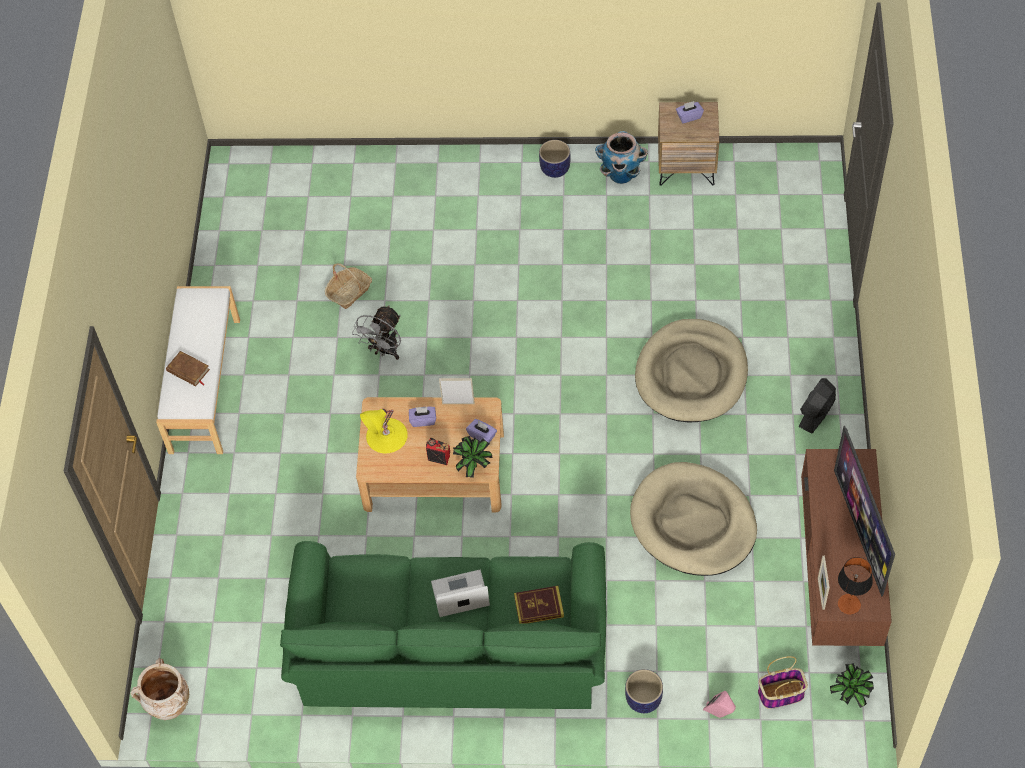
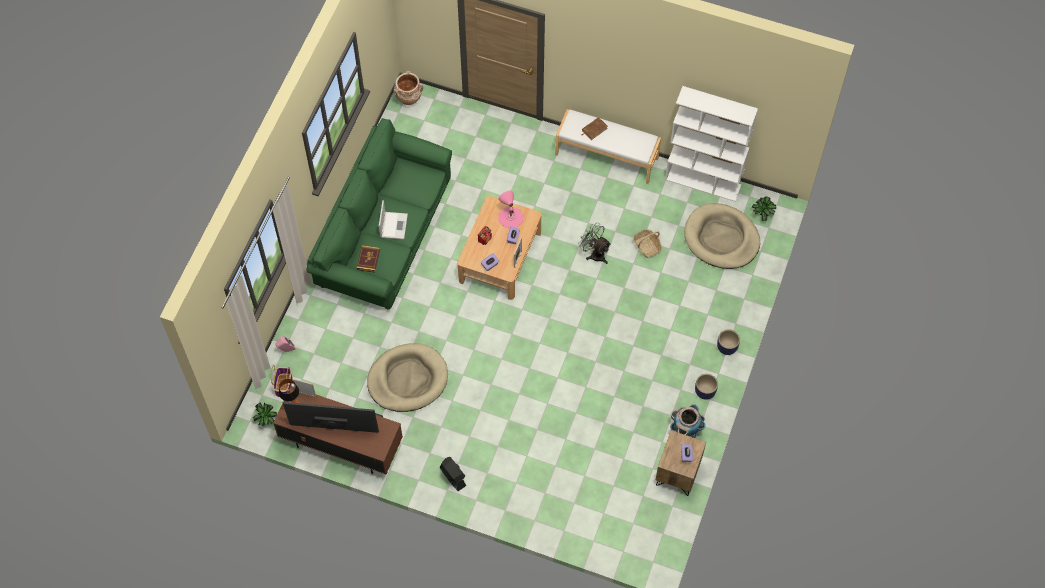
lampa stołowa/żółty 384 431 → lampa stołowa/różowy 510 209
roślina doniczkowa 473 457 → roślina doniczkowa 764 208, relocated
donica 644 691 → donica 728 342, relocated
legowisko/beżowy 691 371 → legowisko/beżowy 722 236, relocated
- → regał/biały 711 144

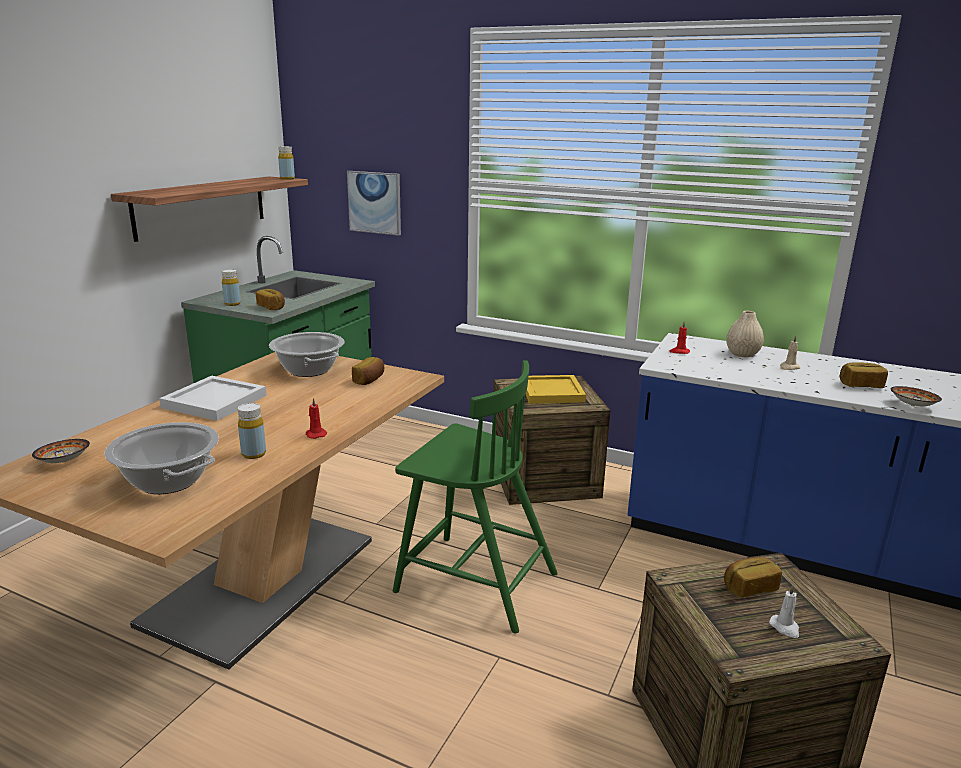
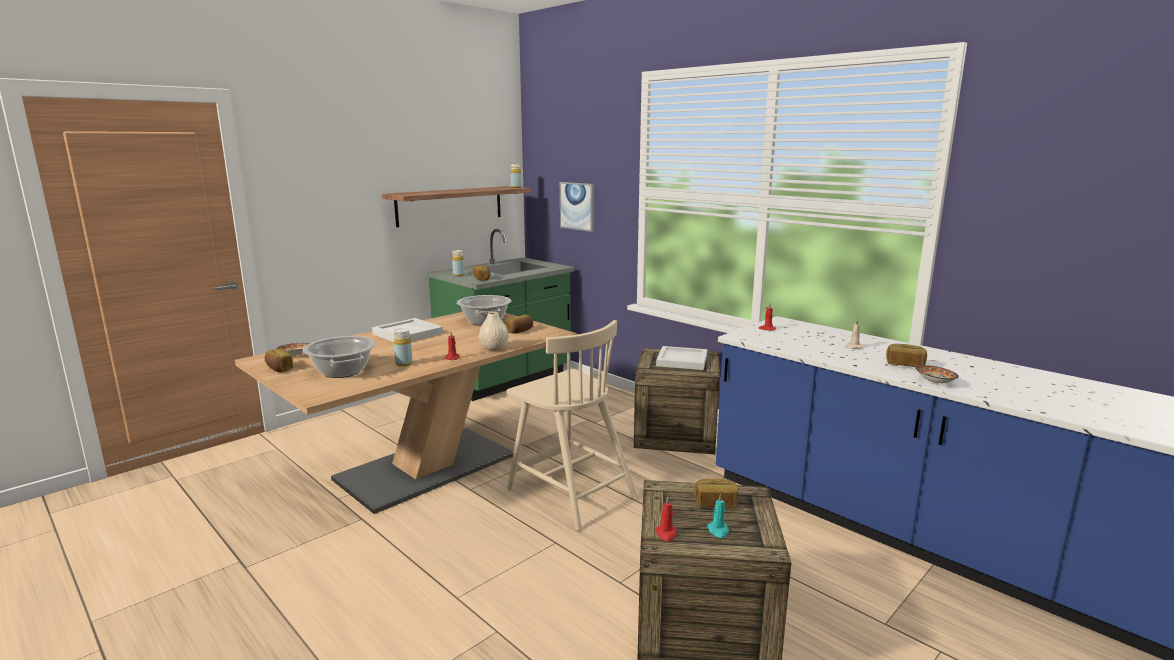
krzesło/zielony 475 497 → krzesło/beżowy 572 425
taca/żółty 555 389 → taca/biały 681 358
wazon/beżowy 745 334 → wazon/beżowy 494 331, relocated
świeca/biały 784 611 → świeca/turkusowy 718 515
- → chleb 279 360
- → świeca/czerwony 666 519

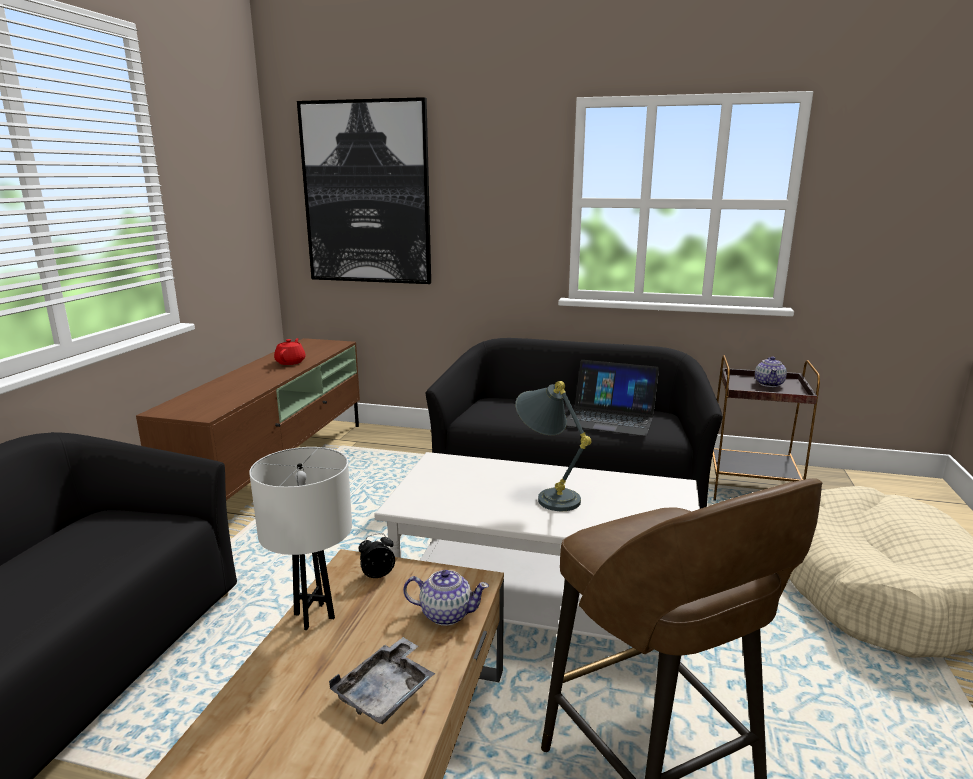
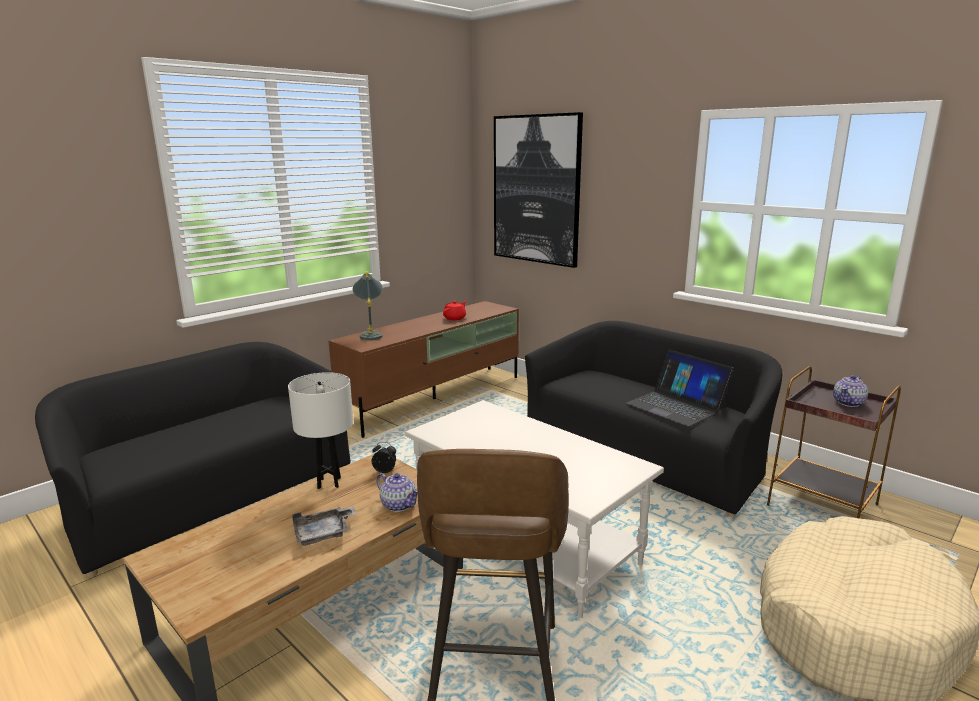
lampa stołowa/szary 553 446 → lampa stołowa/szary 368 305, relocated

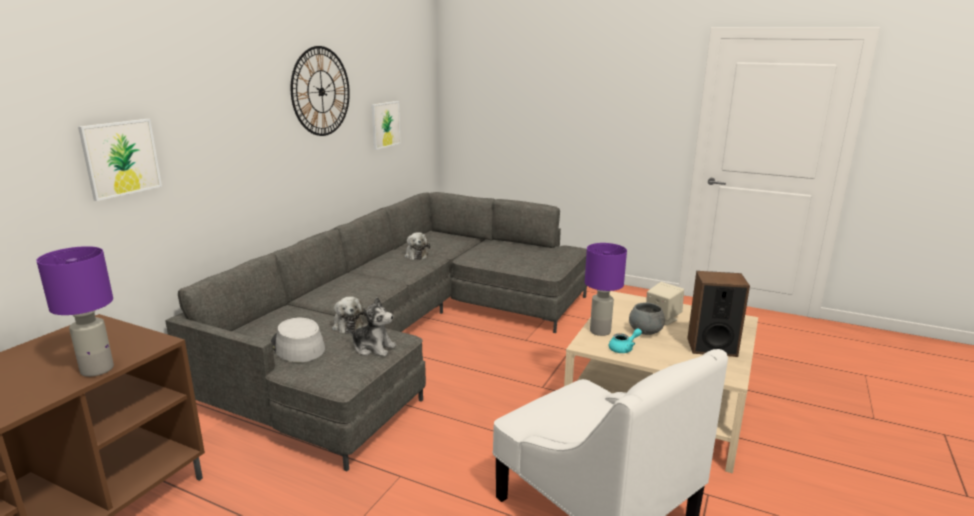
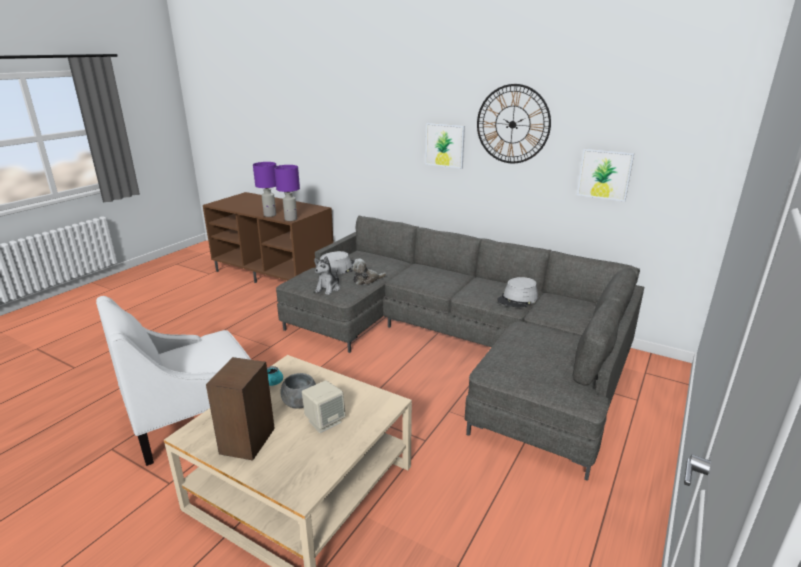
obraz 120 160 → obraz 445 146, relocated
pluszak 417 246 → kapelusz/szary 517 292
lampa stołowa/fioletowy 606 289 → lampa stołowa/fioletowy 287 193, relocated

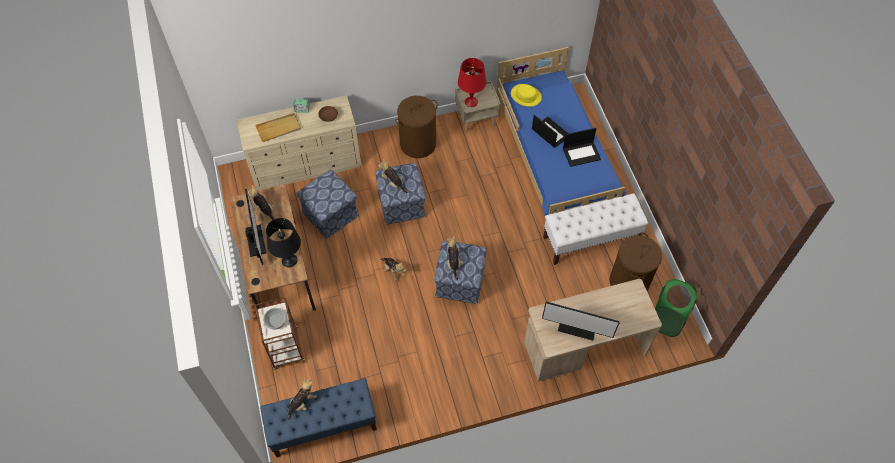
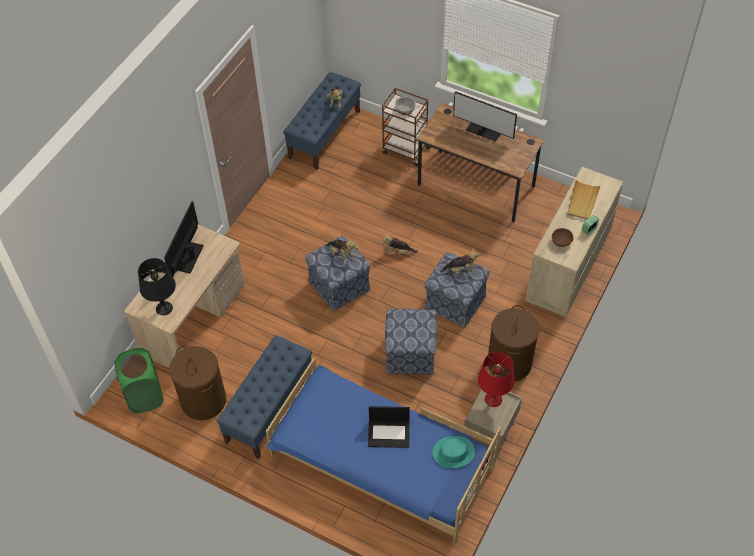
pluszak 261 202 → -
lampa stołowa/czarny 283 242 → lampa stołowa/czarny 157 287, relocated
pufa 327 204 → pufa 411 342, relocated
kapelusz/żółty 526 95 → kapelusz/turkusowy 453 452
monitor 581 321 → monitor 184 238, 45 degrees counterclockwise
ławka/biały 595 229 → ławka/niebieski 264 397
laptop 582 147 → -

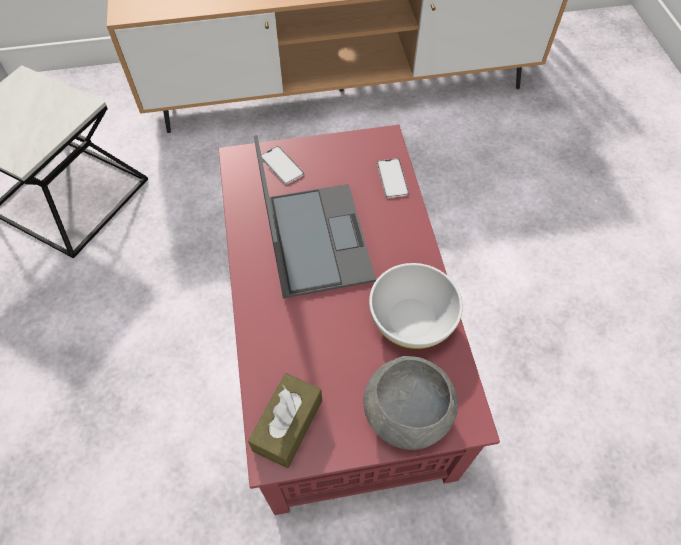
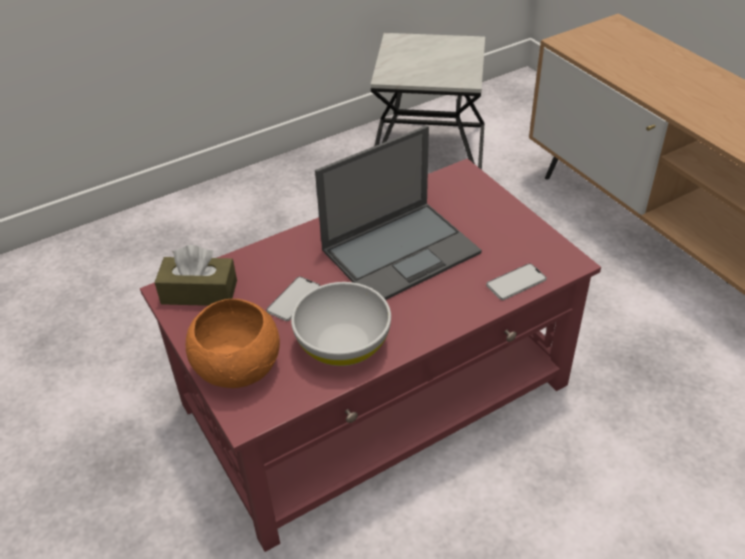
telefon 282 165 → telefon 293 299, relocated
miska/szary 410 403 → miska/pomarańczowy 233 343

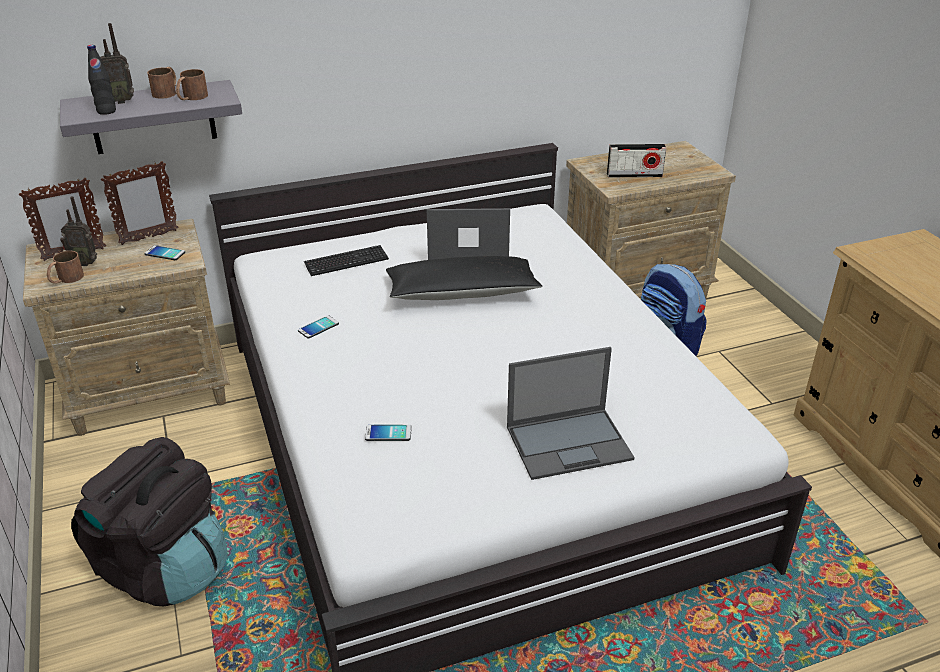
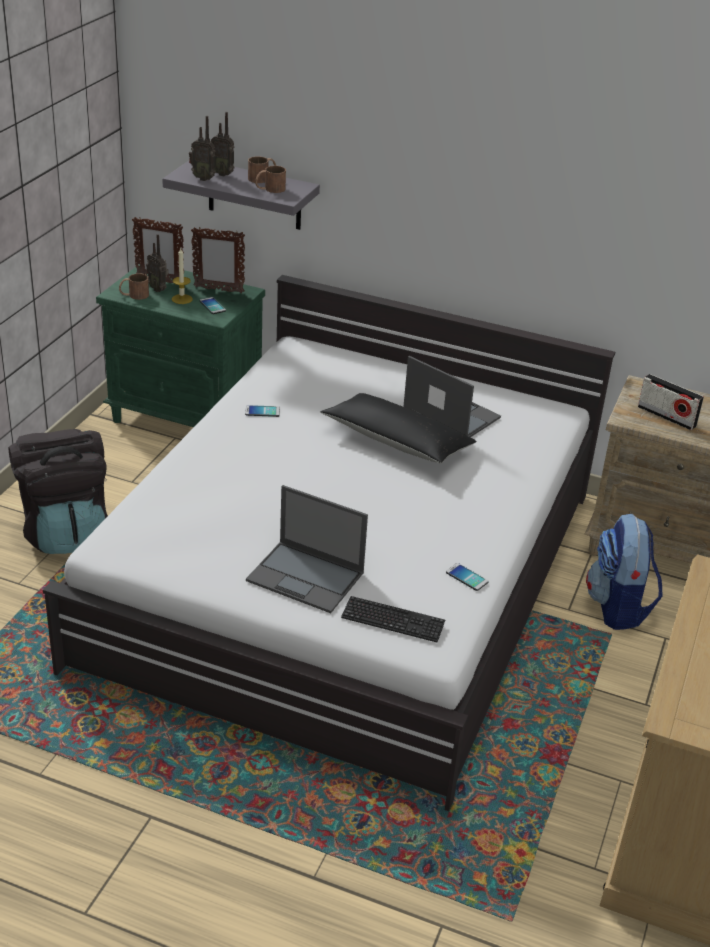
szafka nocna/beżowy 126 327 → szafka nocna/zielony 180 345
butelka/czarny 101 80 → radio 202 148
klawiatura 346 260 → klawiatura 393 619, relocated
telefon 388 433 → telefon 467 577, relocated
- → świeca 182 276

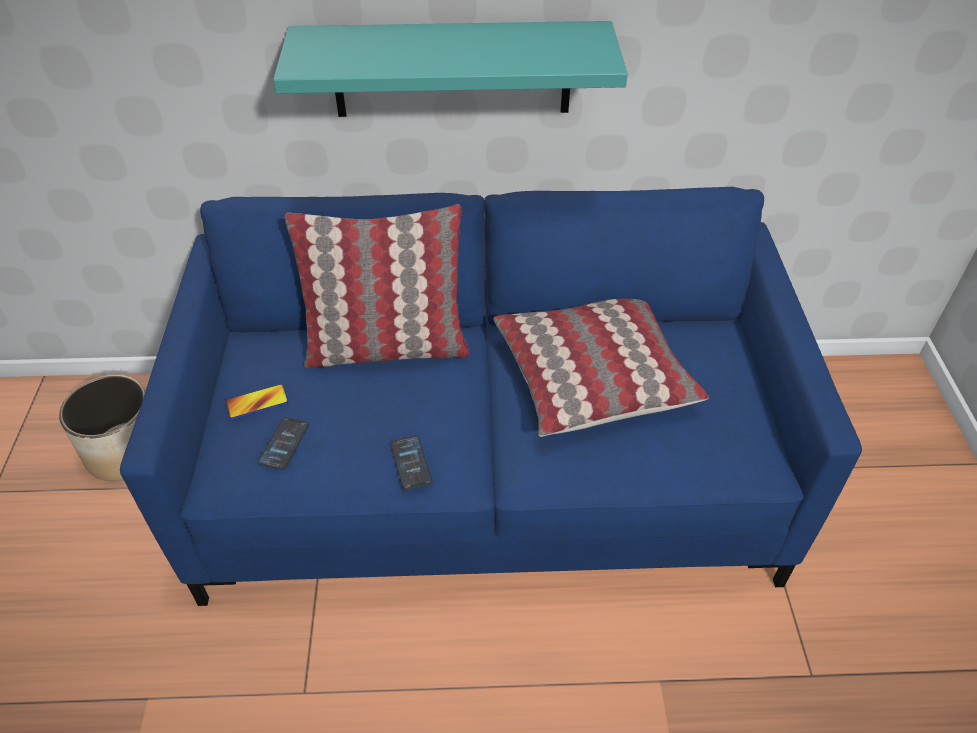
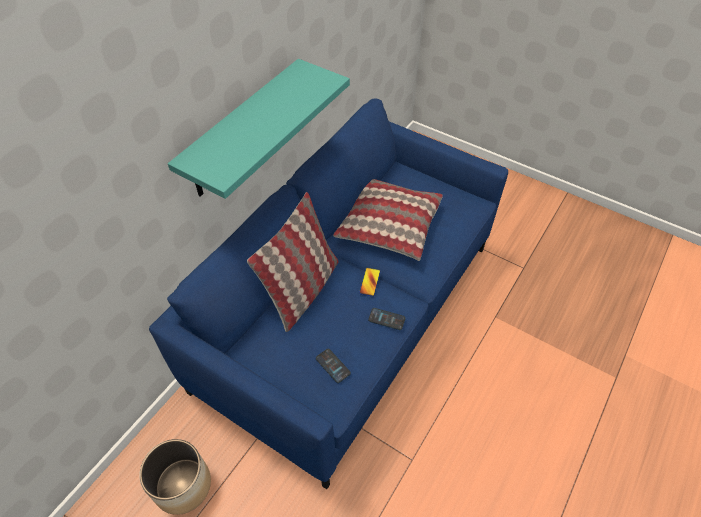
telefon 257 402 → telefon 369 282, relocated

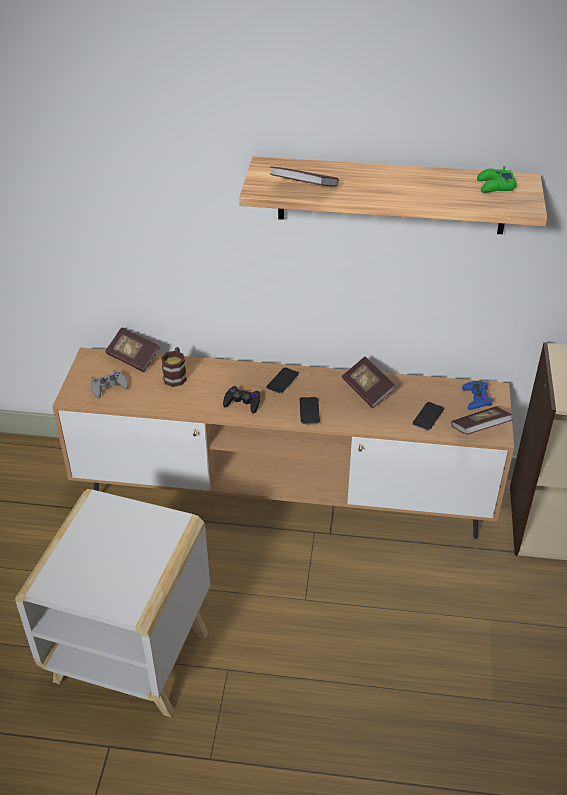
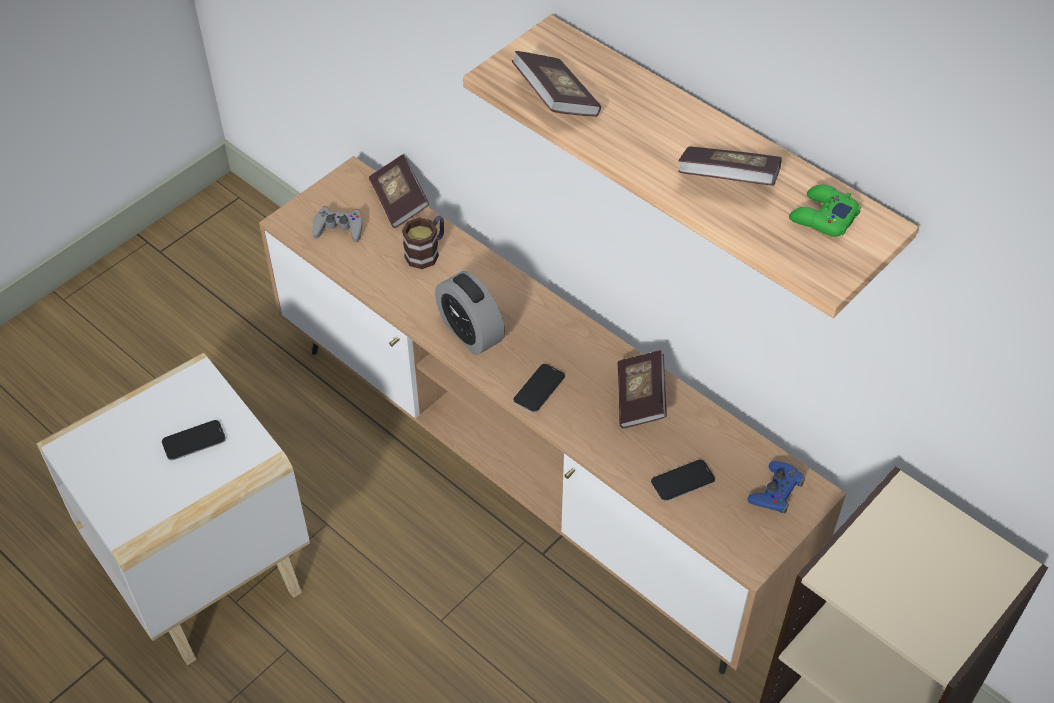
pad do gier/czarny 241 400 → budzik 470 313
telefon 282 380 → telefon 194 440, relocated
książka 482 420 → książka 730 166, relocated

